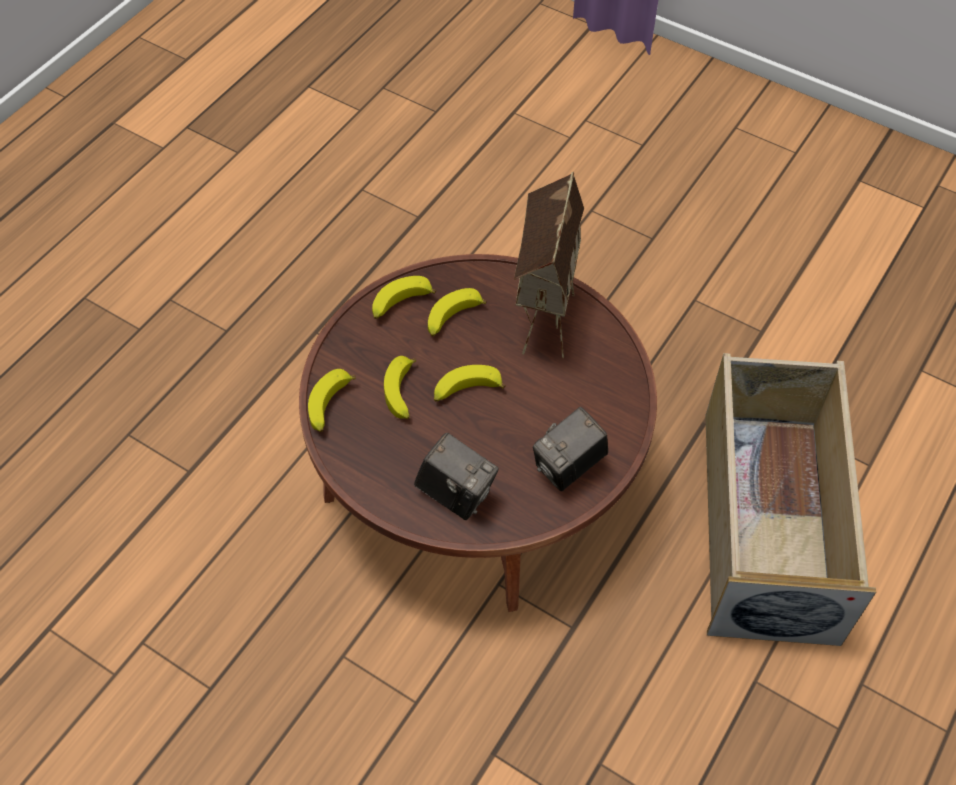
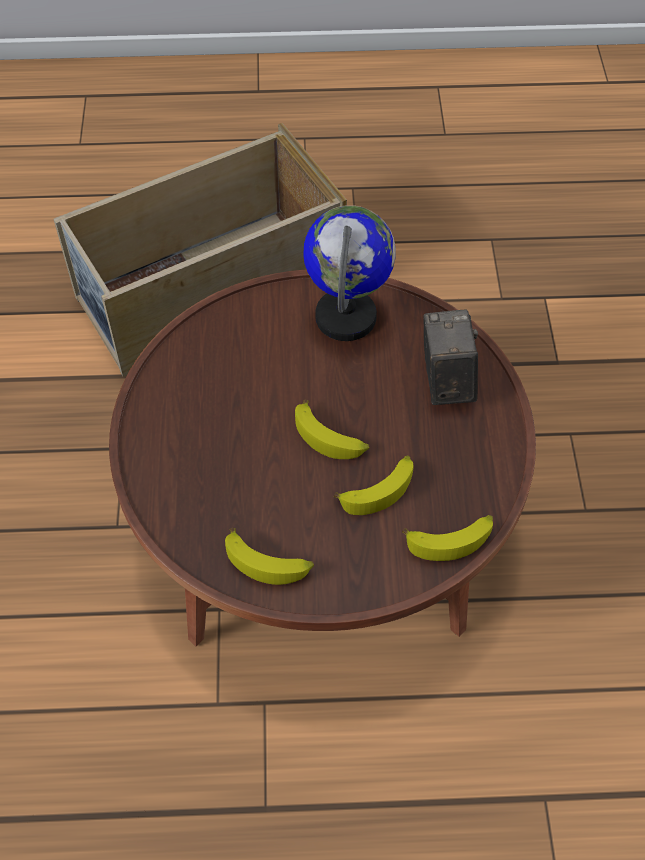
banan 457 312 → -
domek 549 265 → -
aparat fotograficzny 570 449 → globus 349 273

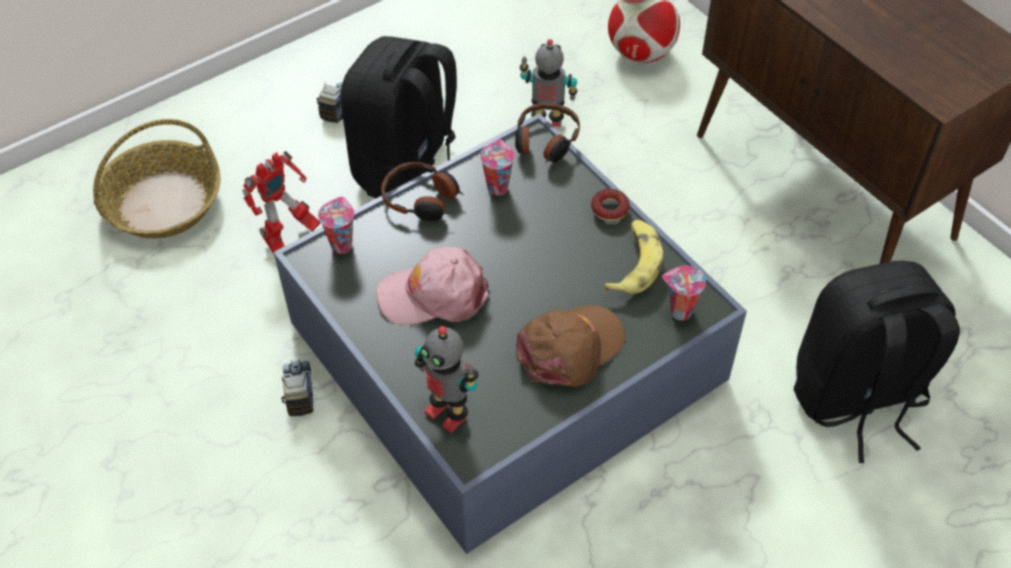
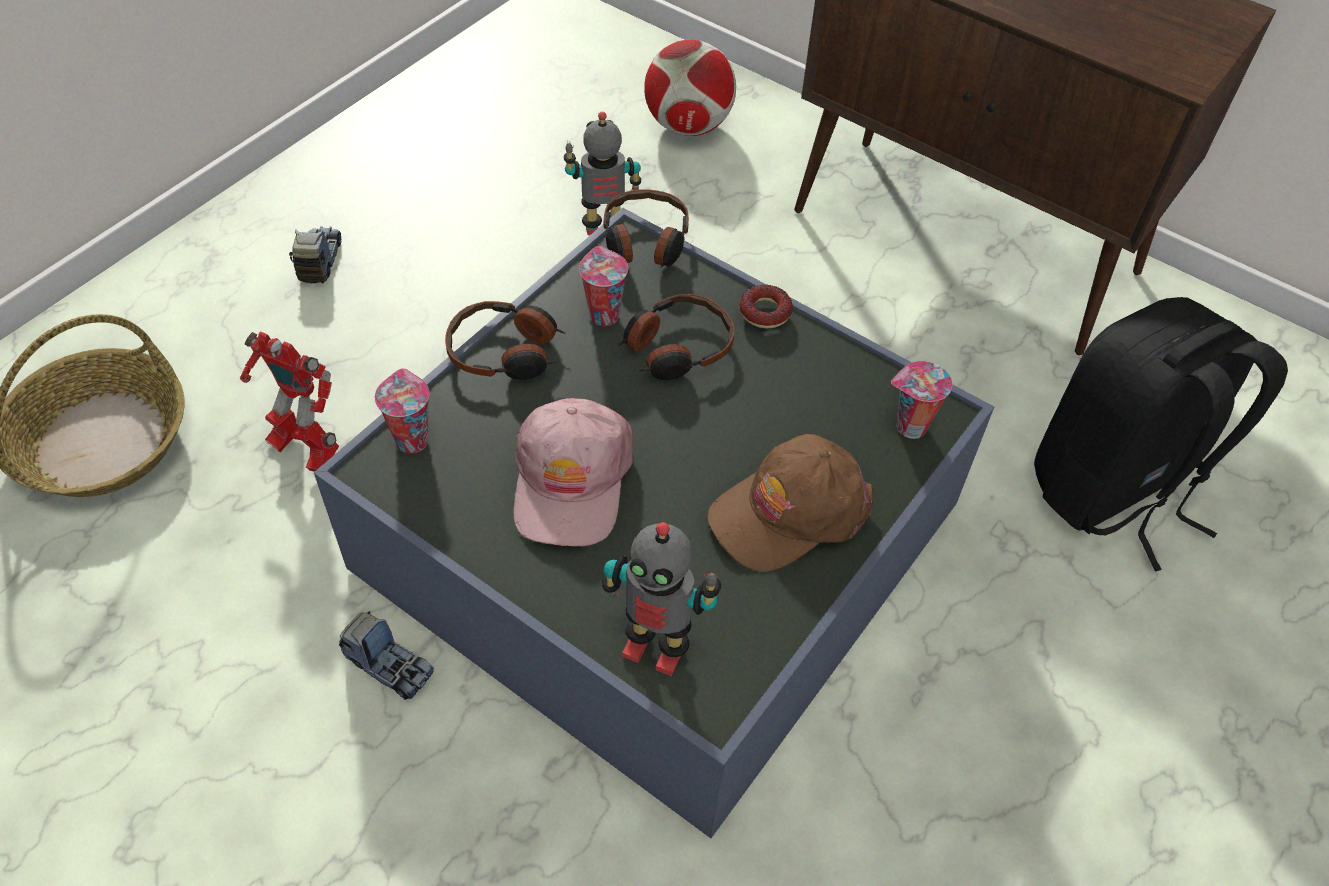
robot zabawkowy 282 202 → robot zabawkowy 289 401, 90 degrees clockwise
ciężarówka zabawkowa 297 387 → ciężarówka zabawkowa 386 655, 150 degrees clockwise
plecak/czarny 399 117 → -
czapka z daszkiem/różowy 432 286 → czapka z daszkiem/różowy 573 472, 60 degrees counterclockwise
czapka z daszkiem/brązowy 570 346 → czapka z daszkiem/brązowy 790 503, 150 degrees counterclockwise
banan 633 257 → -
- → słuchawki 676 337

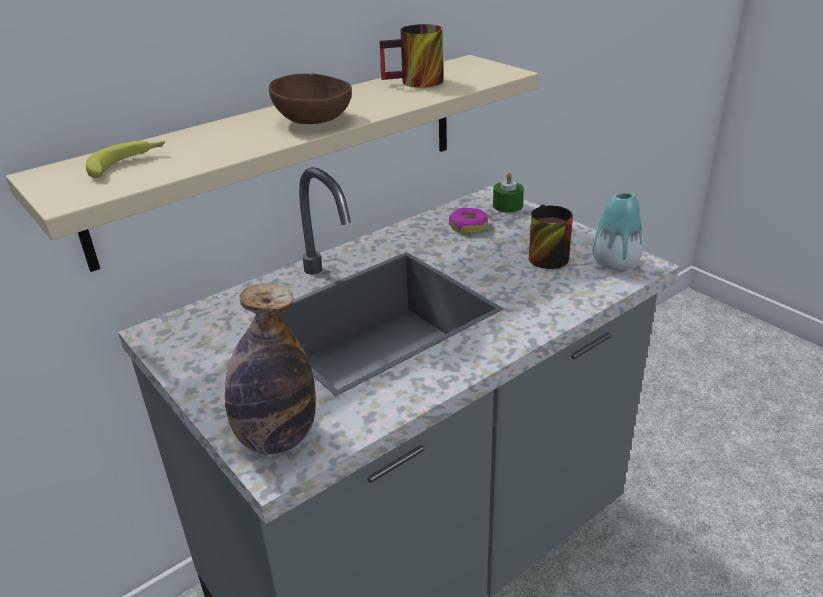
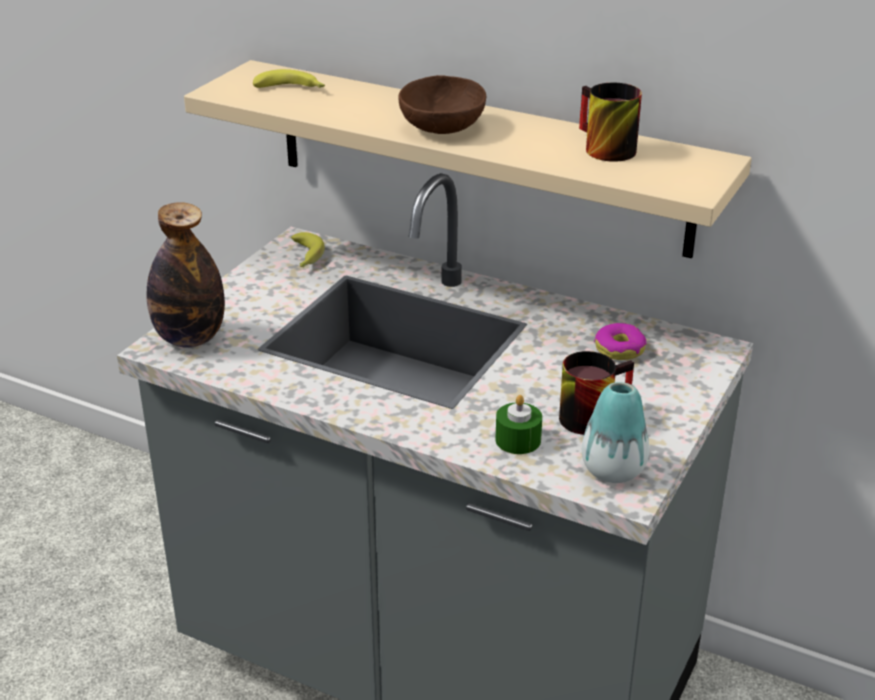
świeca/zielony 508 192 → świeca/zielony 518 424, relocated
- → banan 308 249

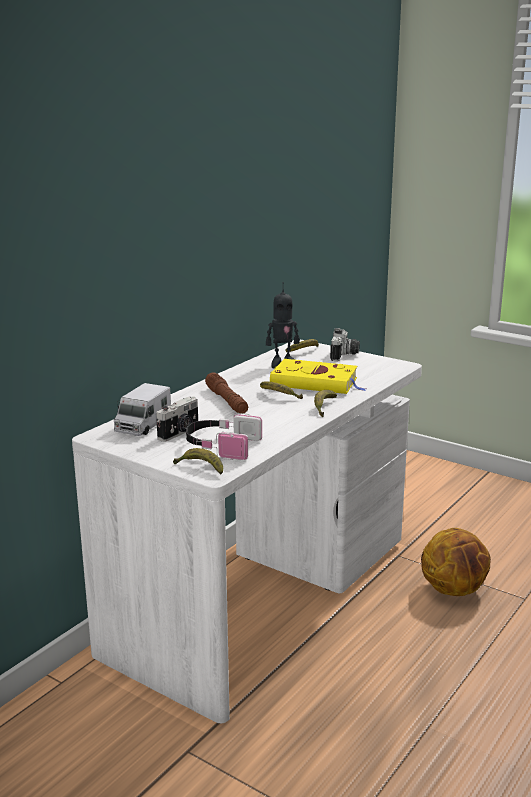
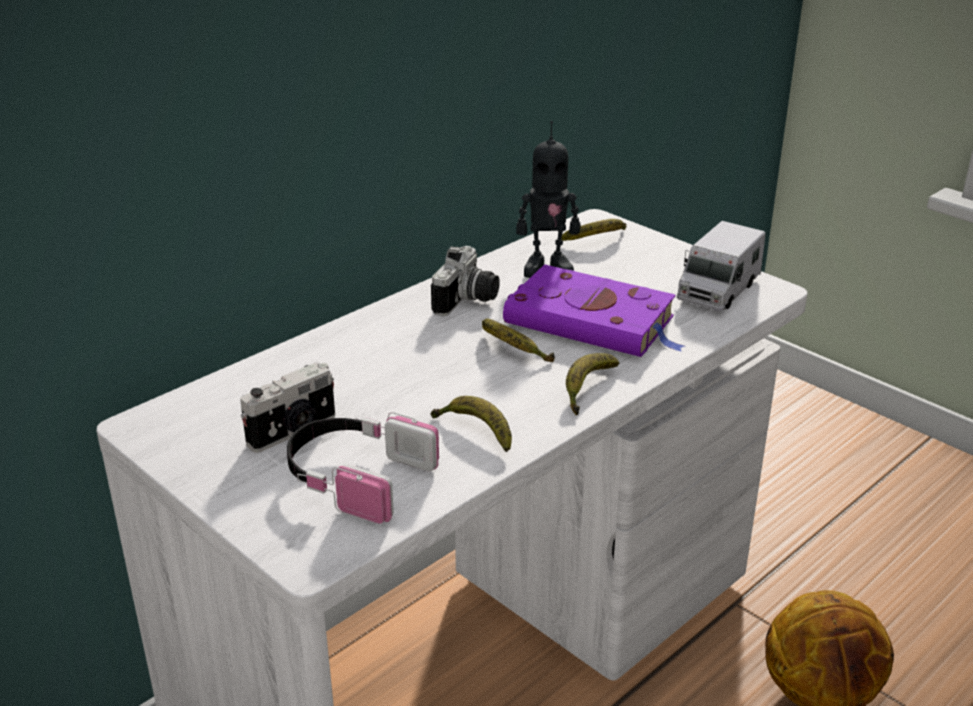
ciężarówka zabawkowa 142 409 → ciężarówka zabawkowa 721 266, relocated
banan 198 461 → banan 471 424, relocated
latarka/brązowy 226 393 → -
książka/żółty 318 376 → książka/fioletowy 594 310
aparat fotograficzny 345 344 → aparat fotograficzny 465 281, relocated

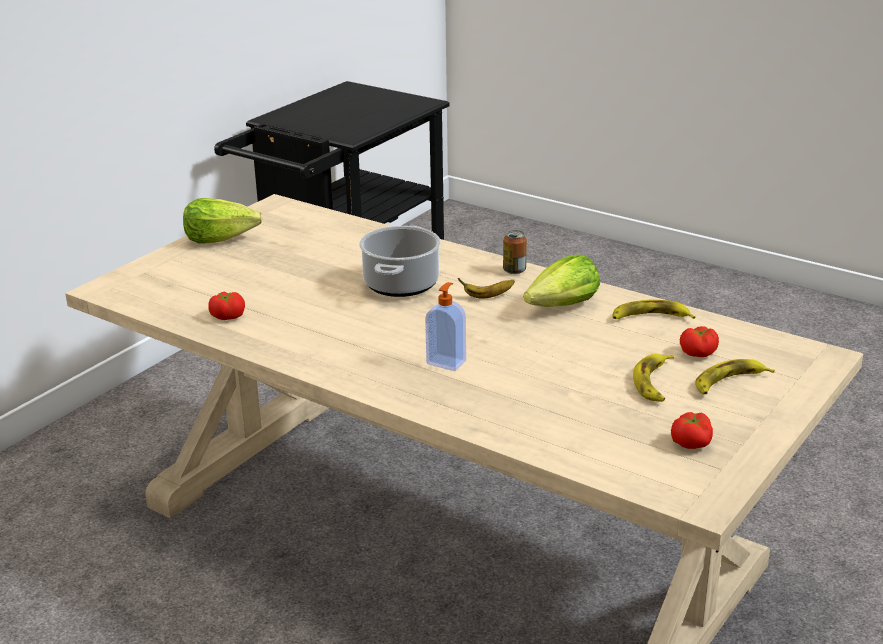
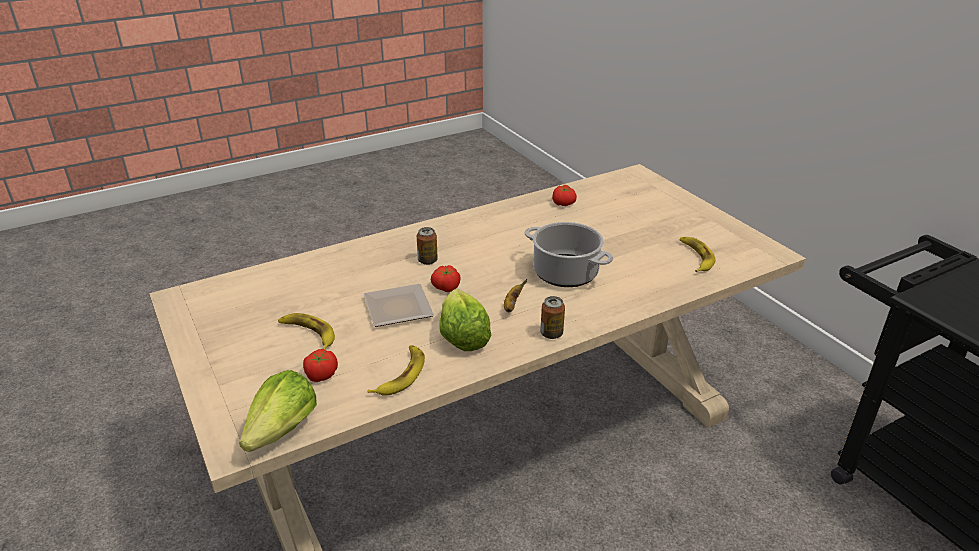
sałata 222 221 → sałata 278 411, relocated
dozownik mydła 445 326 → puszka 427 246
pomidor 692 430 → pomidor 446 278, relocated
banan 735 376 → banan 698 254, relocated
- → talerz 399 305

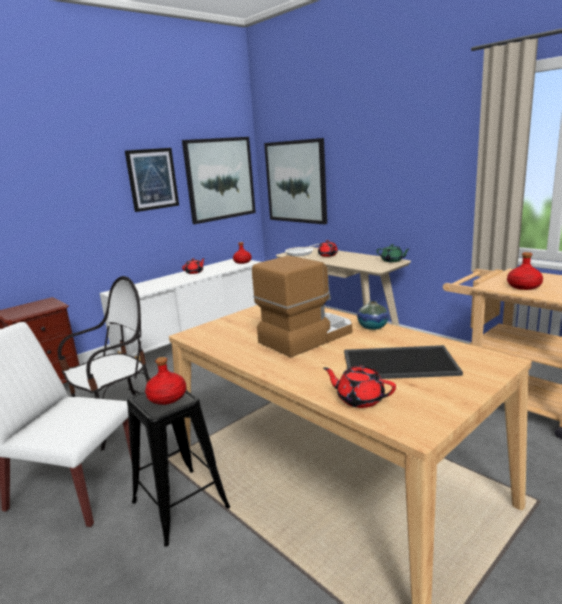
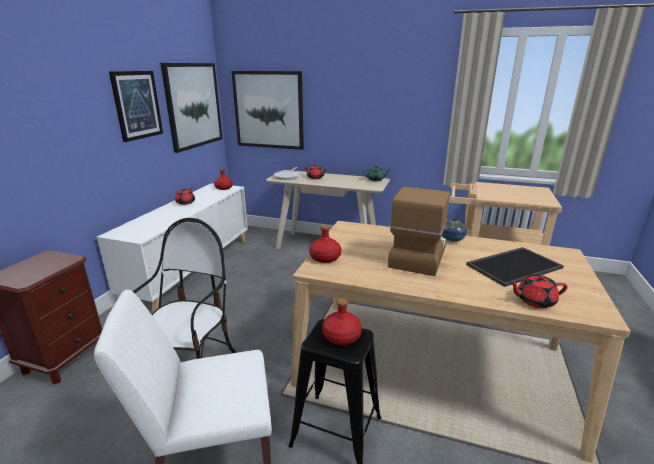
butelka/czerwony 525 271 → butelka/czerwony 325 244, relocated

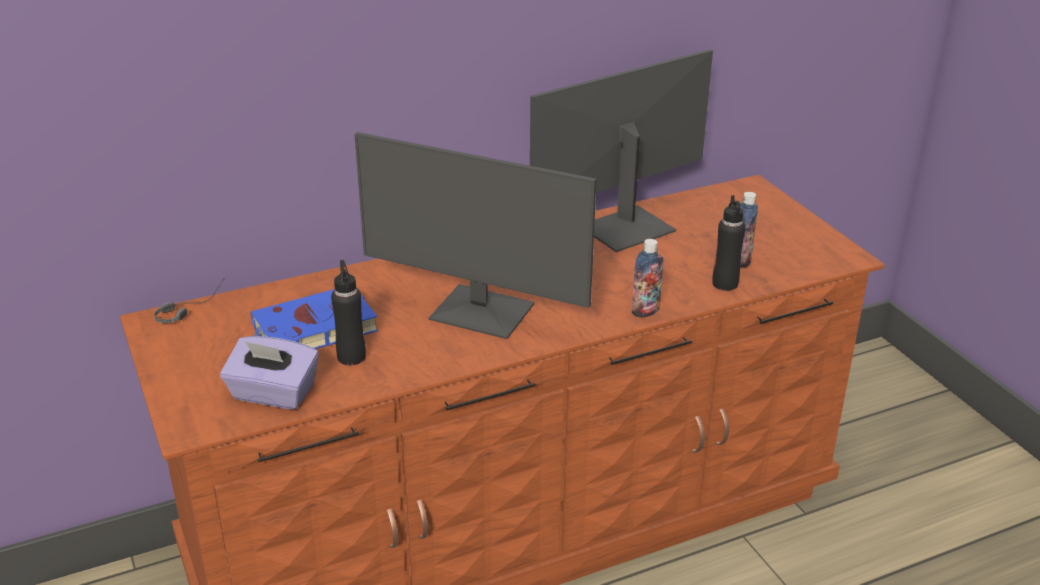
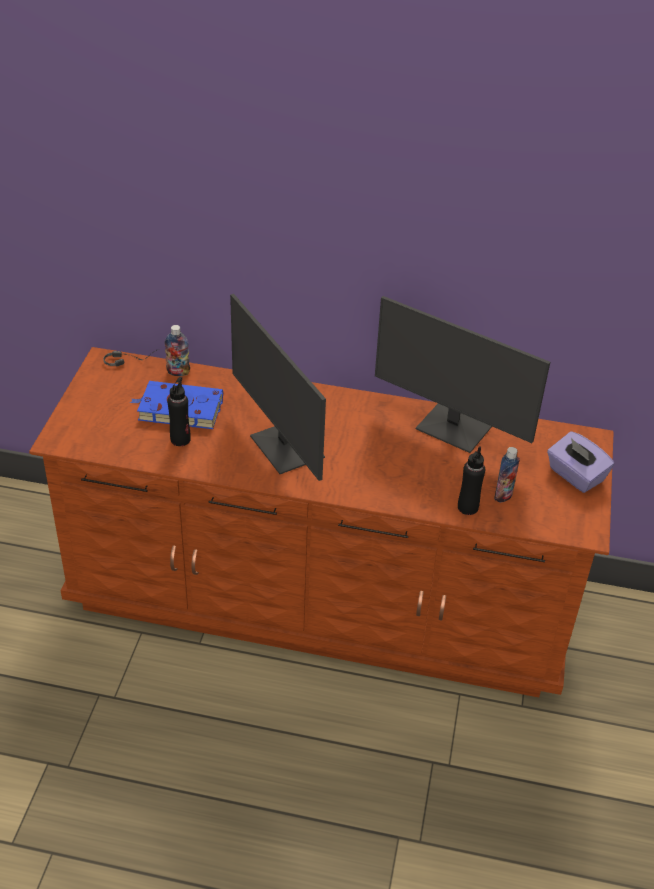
pudełko chusteczek/fioletowy 269 373 → pudełko chusteczek/fioletowy 580 462, relocated
monitor 621 150 → monitor 462 374, 150 degrees counterclockwise
butelka 648 278 → butelka 177 350, relocated

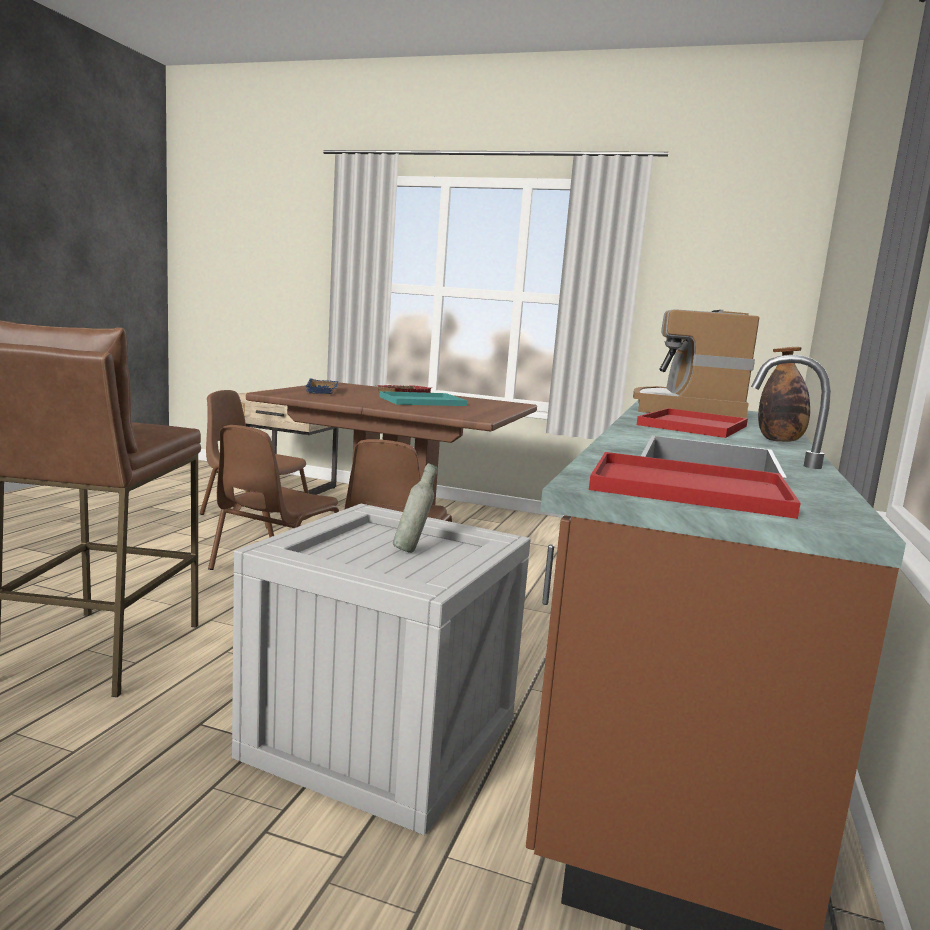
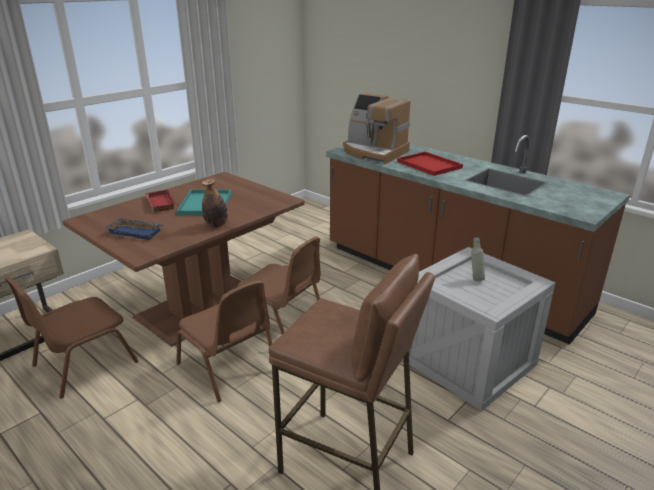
taca/czerwony 695 485 → -
butelka 784 394 → butelka 215 202, relocated

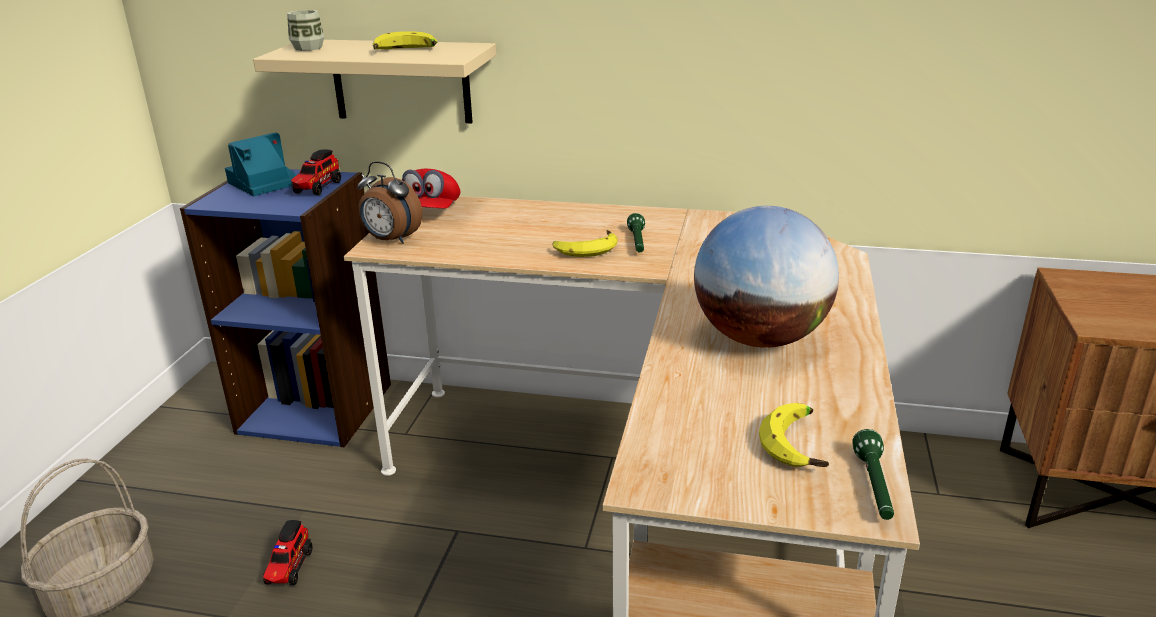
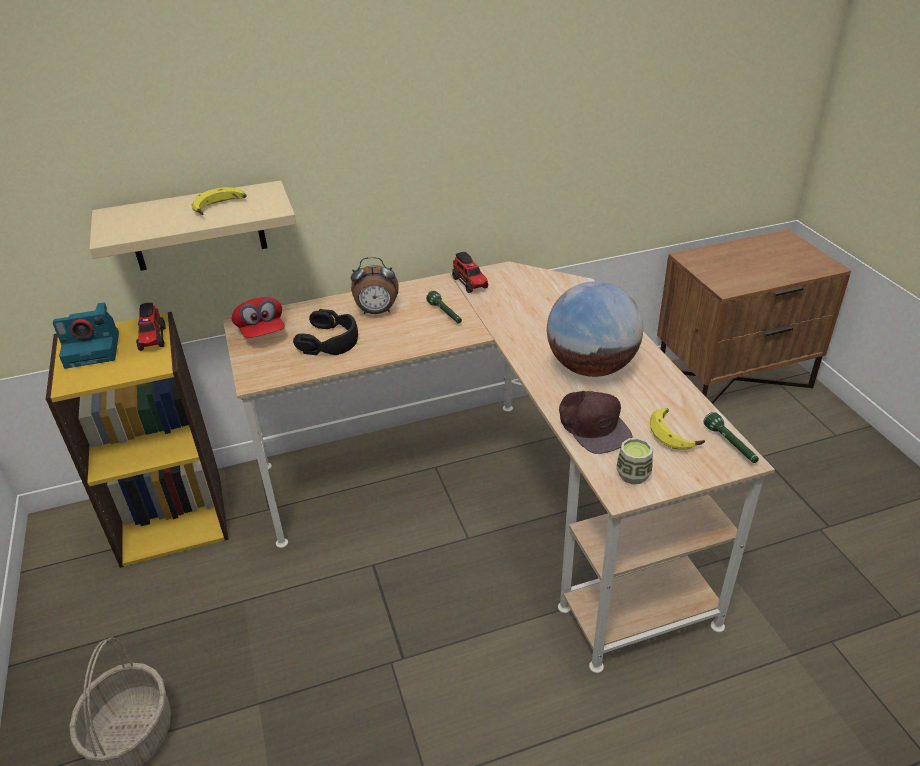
regał/niebieski 285 308 → regał/żółty 137 440
aparat fotograficzny 261 164 → aparat fotograficzny 86 335, 120 degrees counterclockwise
ciężarówka zabawkowa 288 552 → ciężarówka zabawkowa 470 272, relocated
filiżanka 305 30 → filiżanka 634 461, relocated
budzik 389 202 → budzik 375 285, relocated
banan 584 243 → -
- → słuchawki/czarny 325 332
- → czapka z daszkiem/brązowy 596 422

